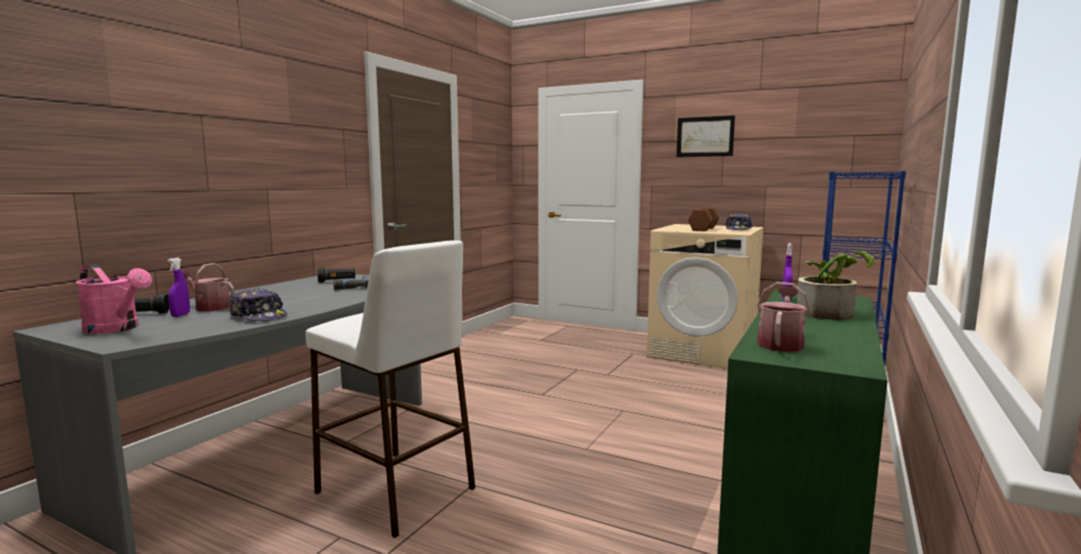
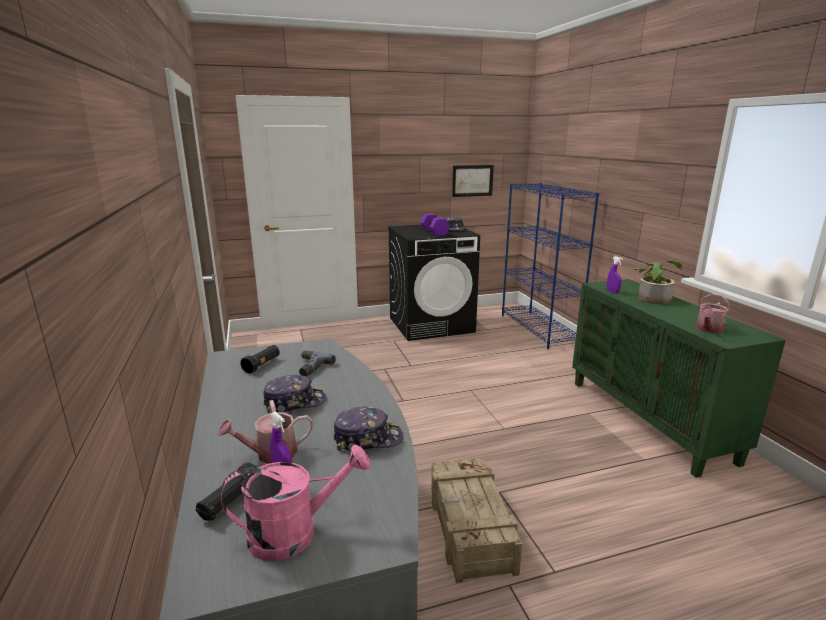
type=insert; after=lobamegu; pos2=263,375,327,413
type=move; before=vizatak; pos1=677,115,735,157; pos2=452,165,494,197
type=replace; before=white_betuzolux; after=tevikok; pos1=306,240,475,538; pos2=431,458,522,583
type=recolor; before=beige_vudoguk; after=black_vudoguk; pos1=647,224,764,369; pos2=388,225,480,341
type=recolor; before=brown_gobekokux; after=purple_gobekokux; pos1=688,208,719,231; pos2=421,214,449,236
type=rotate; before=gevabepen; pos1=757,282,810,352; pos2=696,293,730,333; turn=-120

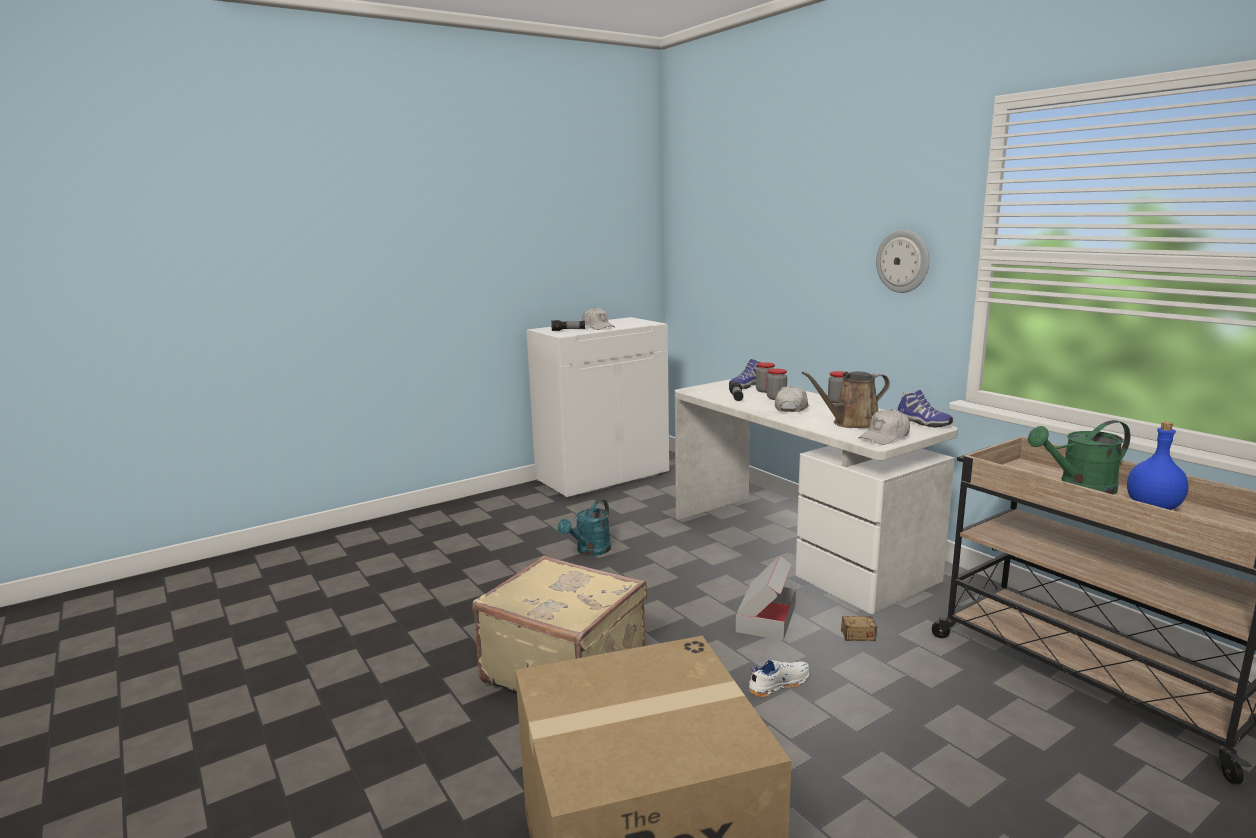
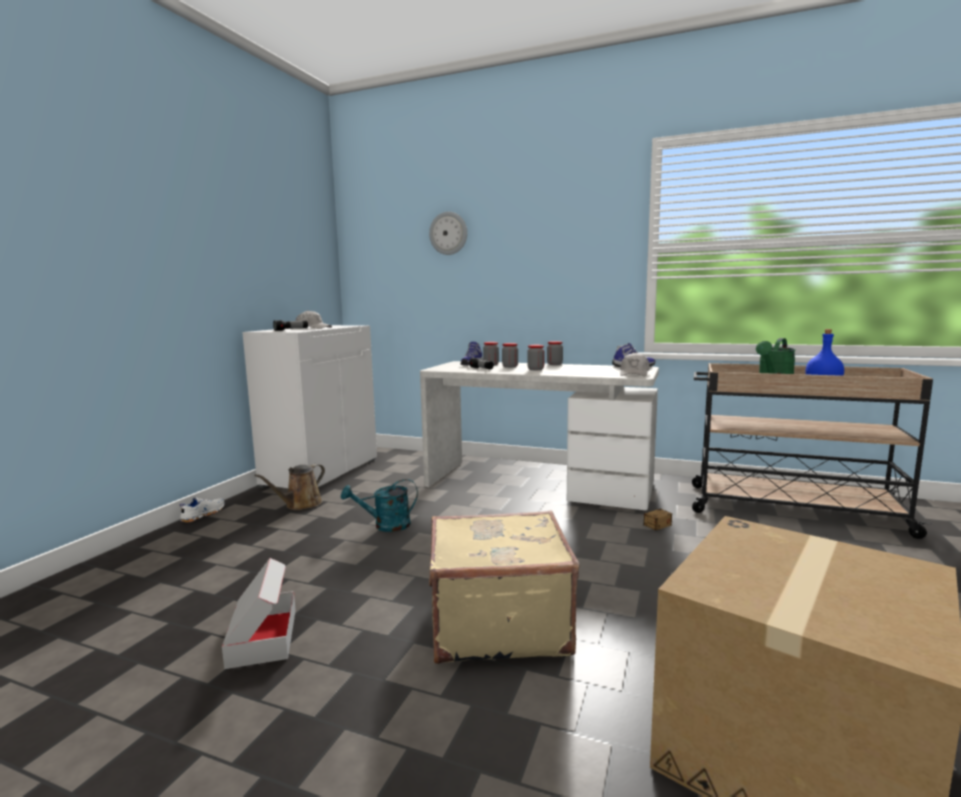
type=move; before=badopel; pos1=736,555,796,640; pos2=222,558,296,669
type=move; before=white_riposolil; pos1=748,659,810,697; pos2=180,497,225,522
type=move; before=brown_gevabepen; pos1=802,371,890,428; pos2=255,464,325,510
type=move; before=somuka; pos1=876,230,929,293; pos2=429,212,467,255
type=replace; before=white_lobamegu; after=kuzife; pos1=775,386,809,412; pos2=527,345,544,370
type=rotate; before=turquoise_gevabepen; pos1=558,499,611,556; pos2=341,479,418,532; turn=75

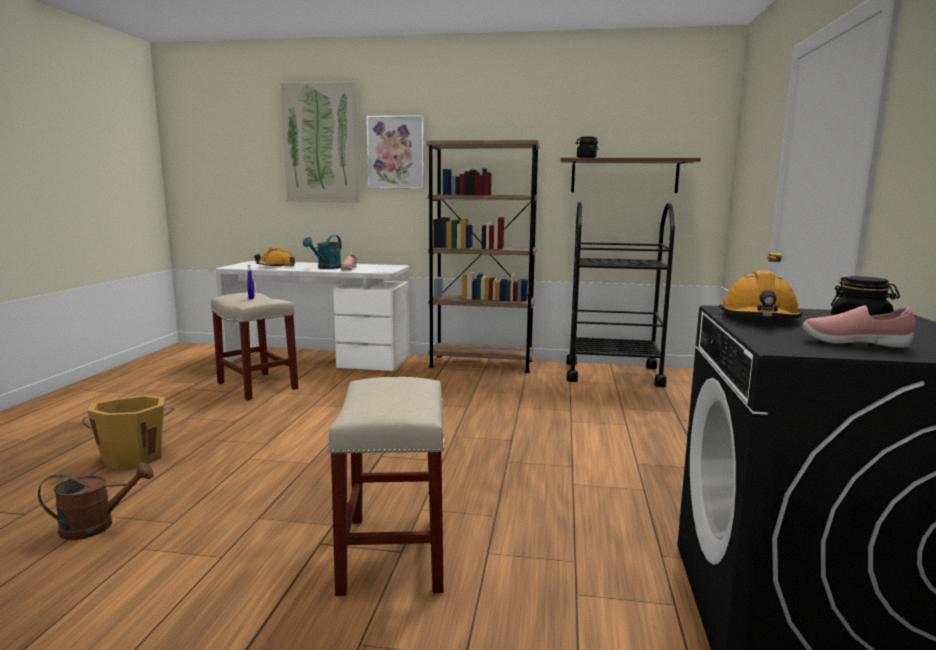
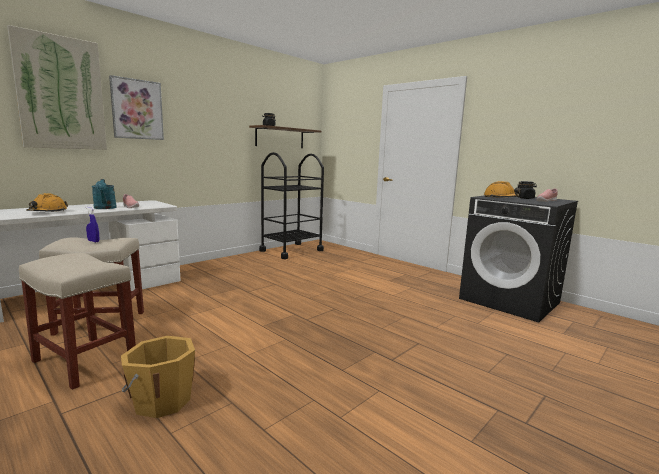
type=delete; before=brown_gevabepen; pos1=38,462,154,540
type=delete; before=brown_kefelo; pos1=426,140,540,373
type=move; before=beige_betuzolux; pos1=328,377,445,596; pos2=19,253,136,390

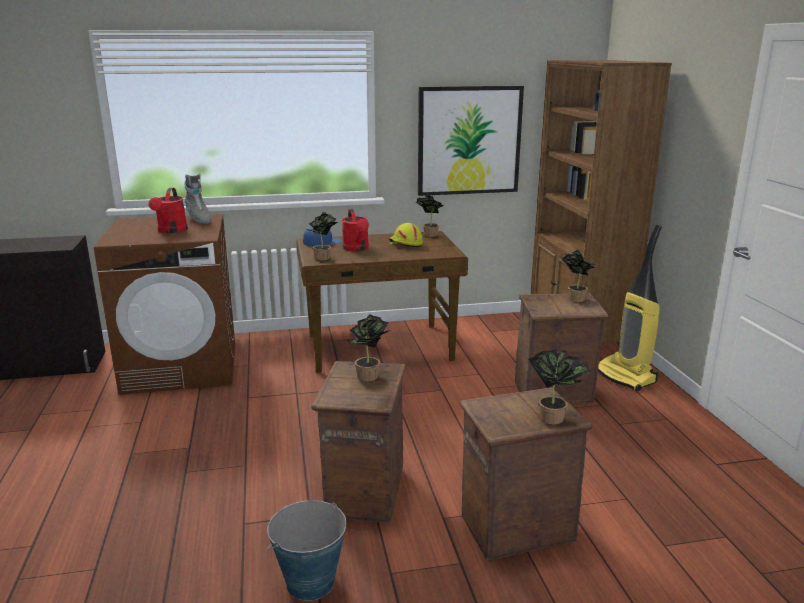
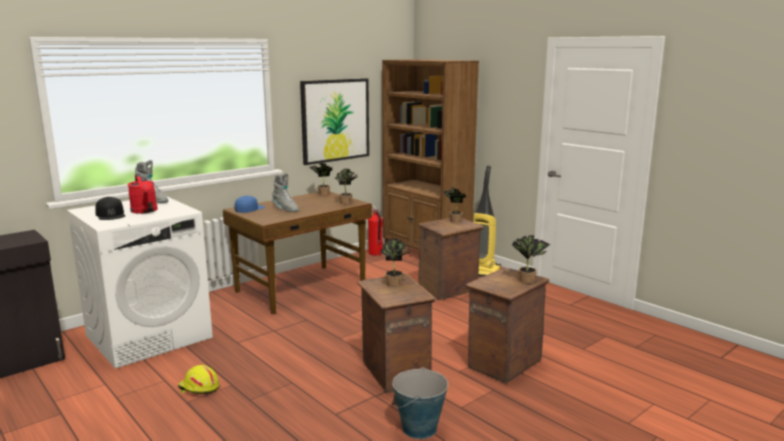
type=insert; after=black_lobamegu; pos2=95,197,125,220
type=insert; after=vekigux; pos2=368,205,383,256
type=move; before=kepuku; pos1=307,212,338,261; pos2=335,169,358,204
type=move; before=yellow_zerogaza; pos1=389,223,423,247; pos2=178,365,219,394
type=replace; before=red_gevabepen; after=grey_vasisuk; pos1=342,209,369,251; pos2=272,173,299,212
type=recolor; before=brown_vudoguk; after=white_vudoguk; pos1=94,214,235,395; pos2=67,197,213,369

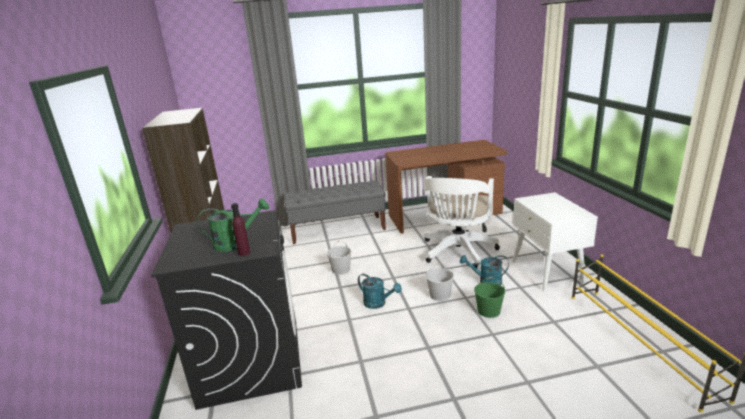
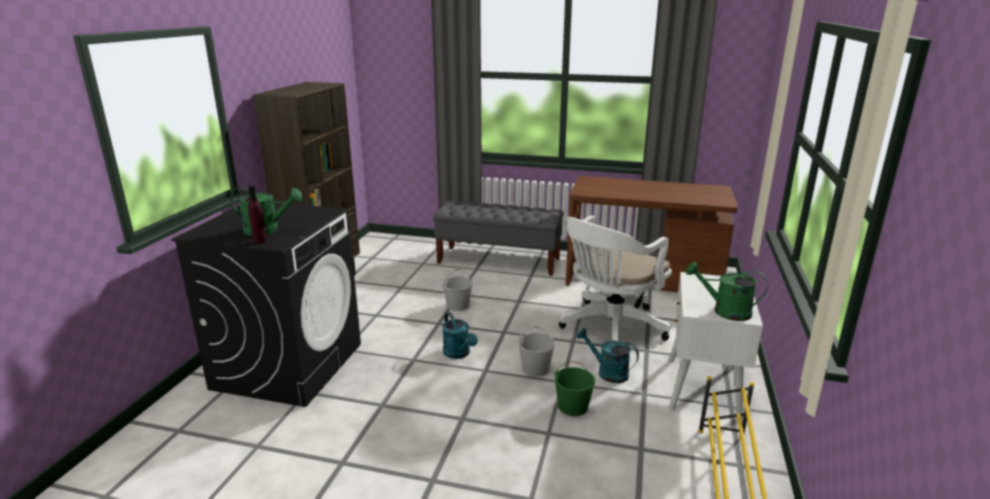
type=insert; after=green_gevabepen; pos2=686,262,768,321

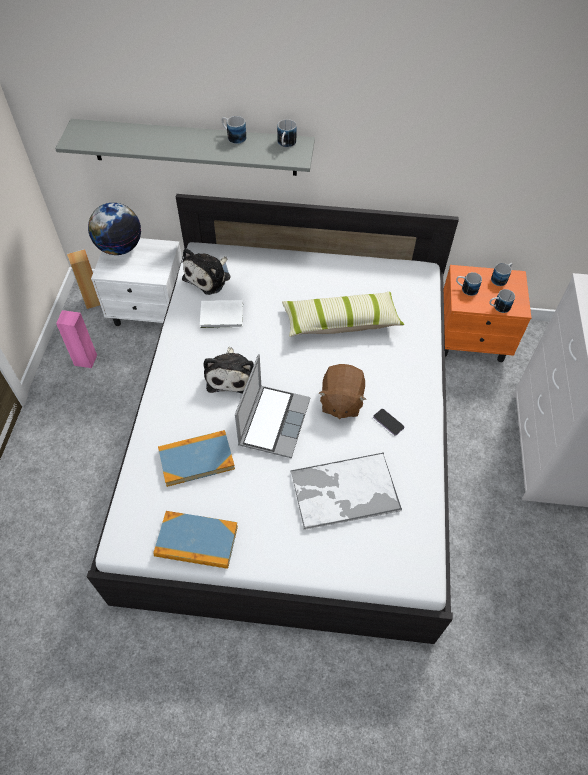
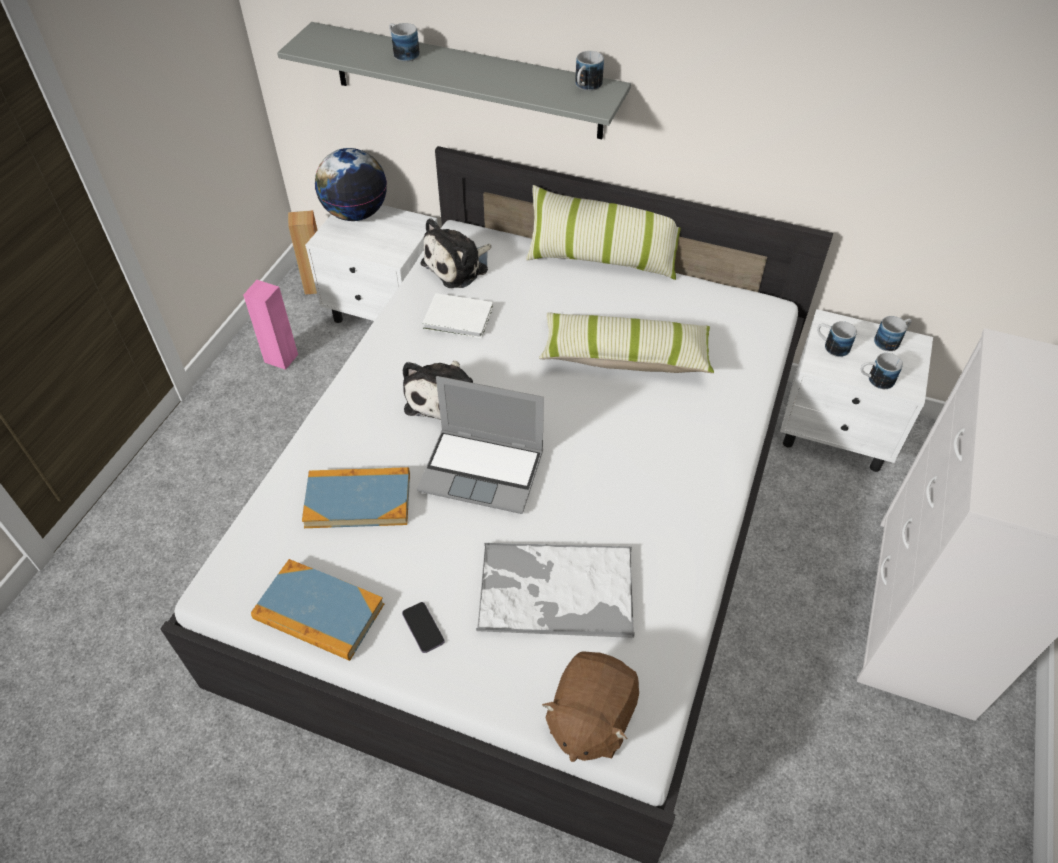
type=insert; after=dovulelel; pos2=526,185,681,280
type=move; before=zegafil; pos1=222,116,246,144; pos2=389,23,420,62
type=move; before=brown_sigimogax; pos1=318,364,366,419; pos2=542,651,639,762
type=move; before=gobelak; pos1=373,409,404,435; pos2=402,602,445,653
type=recolor; before=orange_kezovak; after=white_kezovak; pos1=444,265,531,362; pos2=780,309,933,472
type=rotate; before=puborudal; pos1=235,354,310,458; pos2=417,376,544,514; turn=75

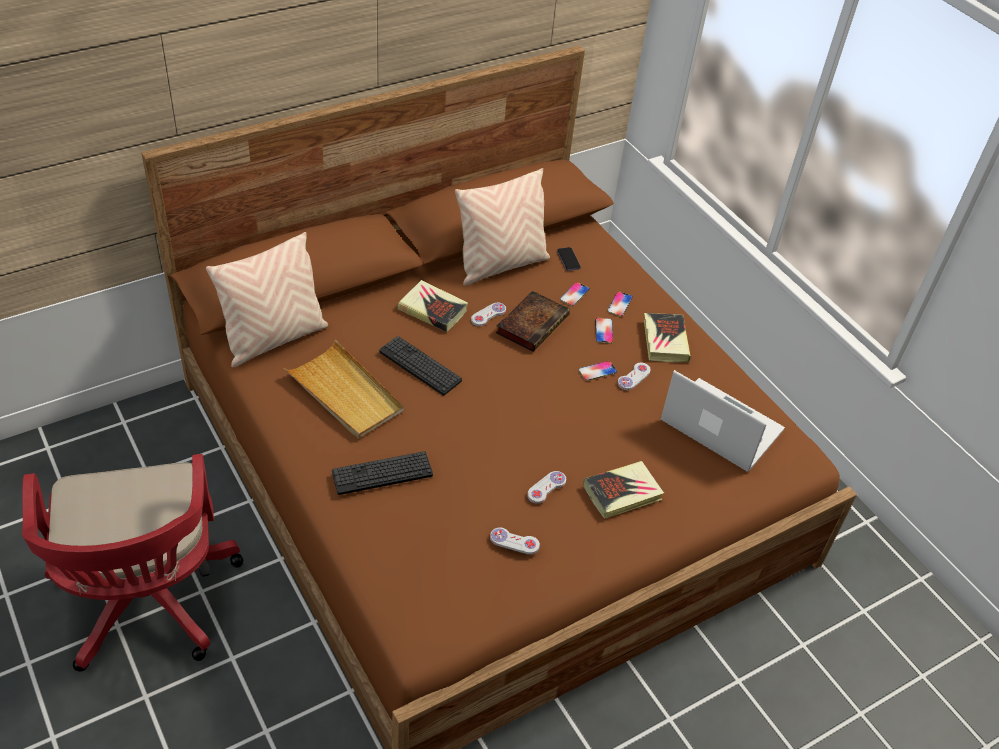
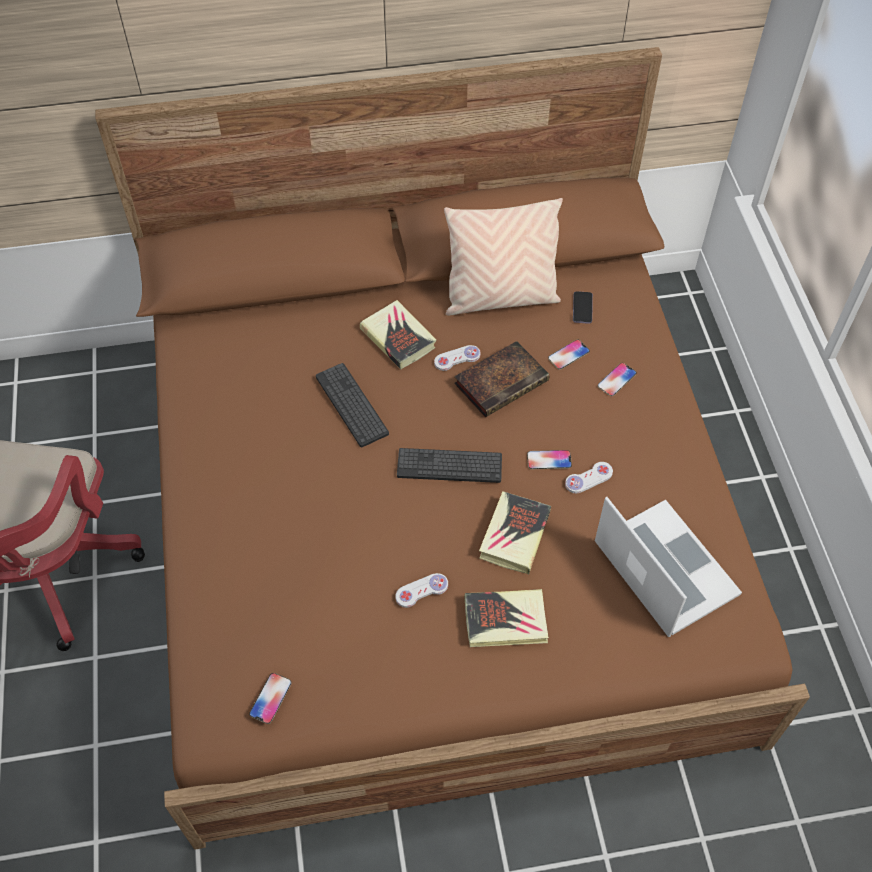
type=delete; before=beige_dovulelel; pos1=206,232,328,367
type=delete; before=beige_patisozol; pos1=284,340,404,439
type=delete; before=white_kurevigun; pos1=490,527,540,554
type=move; before=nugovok; pos1=332,451,433,495; pos2=397,448,502,483
type=move; before=gobelak; pos1=595,318,613,344; pos2=249,673,292,724
type=move; before=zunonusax; pos1=644,313,691,362; pos2=479,491,551,574

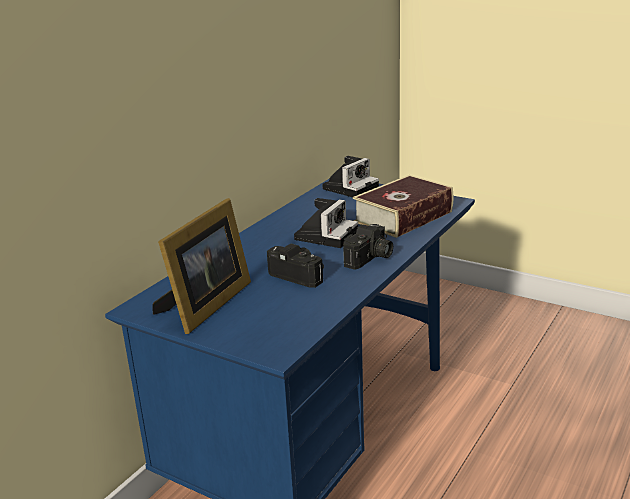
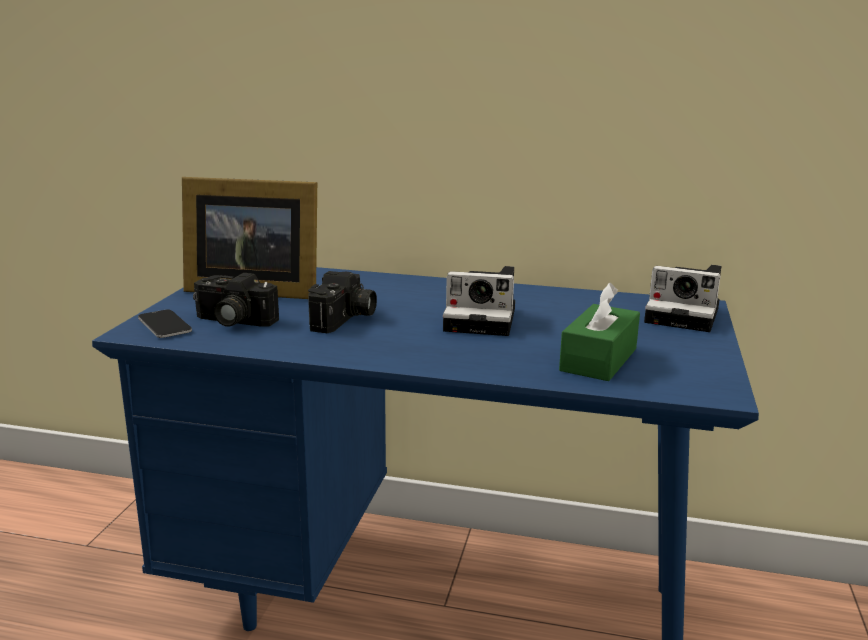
type=insert; after=gobelak; pos2=138,310,192,338
type=move; before=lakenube; pos1=343,224,393,270; pos2=193,273,279,327
type=replace; before=zunonusax; after=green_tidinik; pos1=353,175,453,238; pos2=559,283,640,381

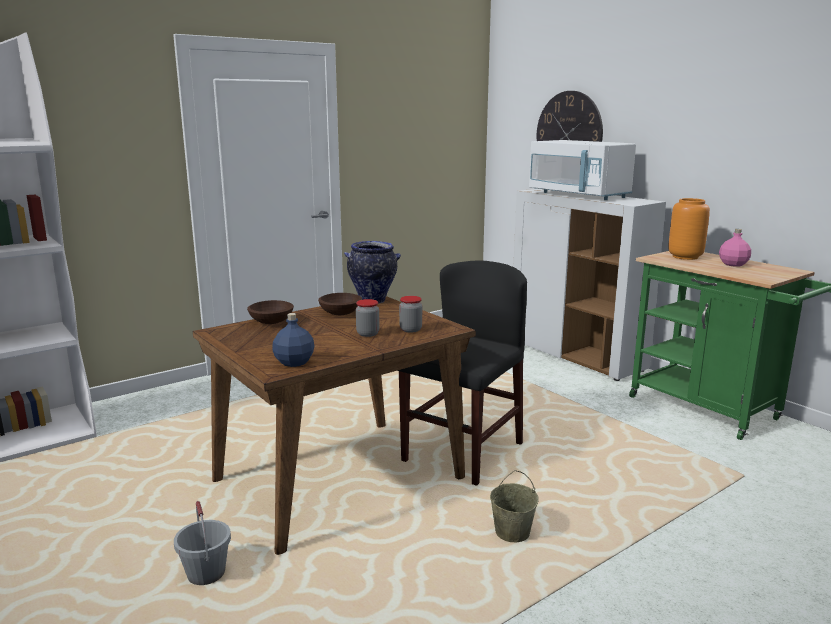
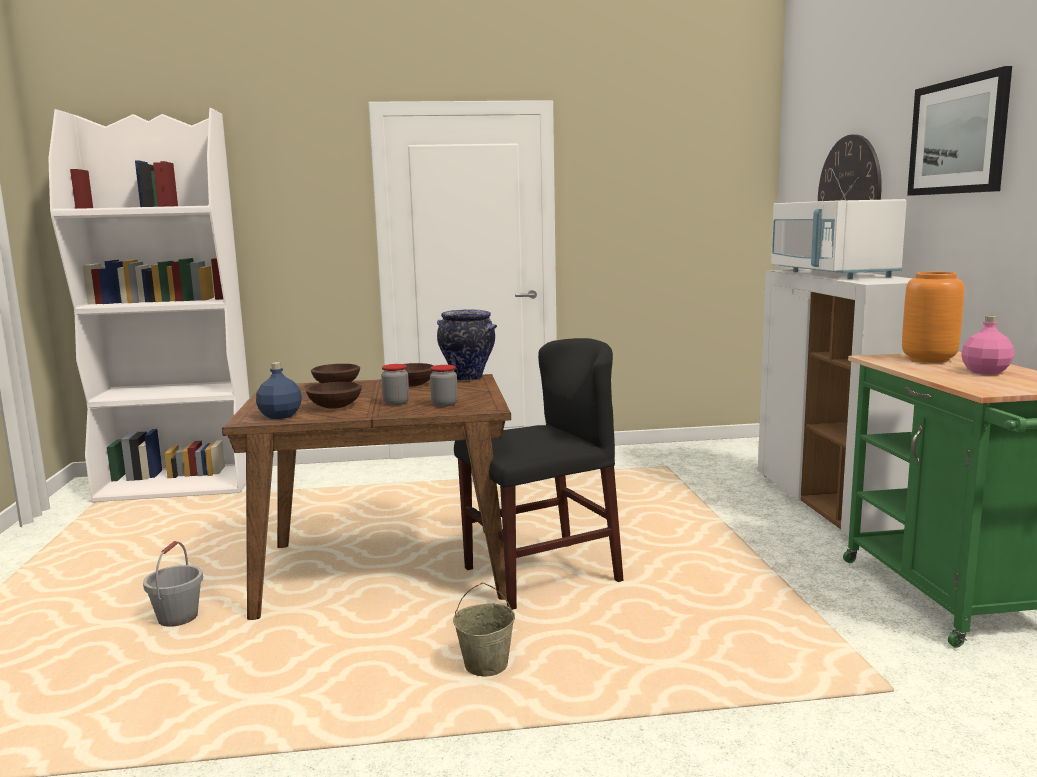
type=insert; after=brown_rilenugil; pos2=306,382,362,409
type=insert; after=vizatak; pos2=907,66,1012,196

